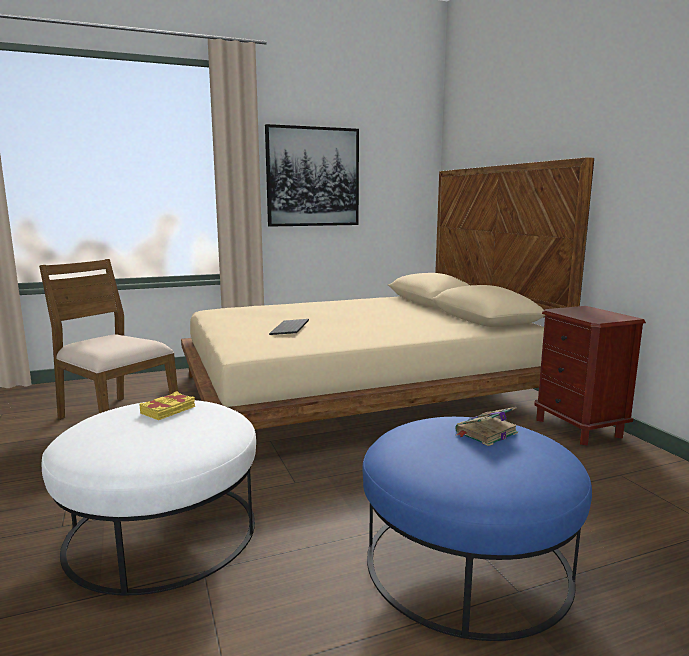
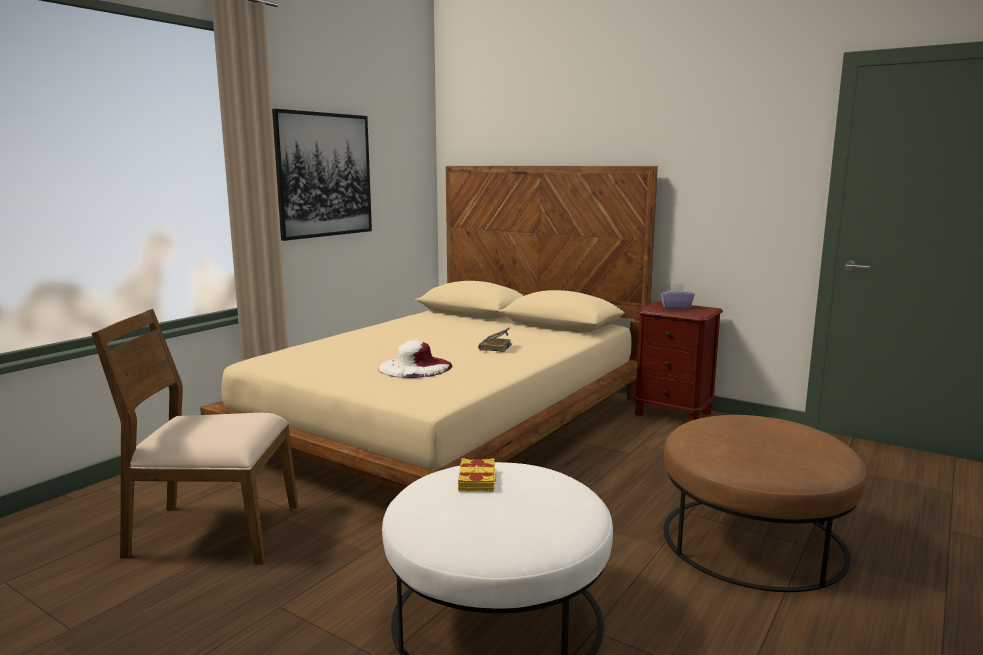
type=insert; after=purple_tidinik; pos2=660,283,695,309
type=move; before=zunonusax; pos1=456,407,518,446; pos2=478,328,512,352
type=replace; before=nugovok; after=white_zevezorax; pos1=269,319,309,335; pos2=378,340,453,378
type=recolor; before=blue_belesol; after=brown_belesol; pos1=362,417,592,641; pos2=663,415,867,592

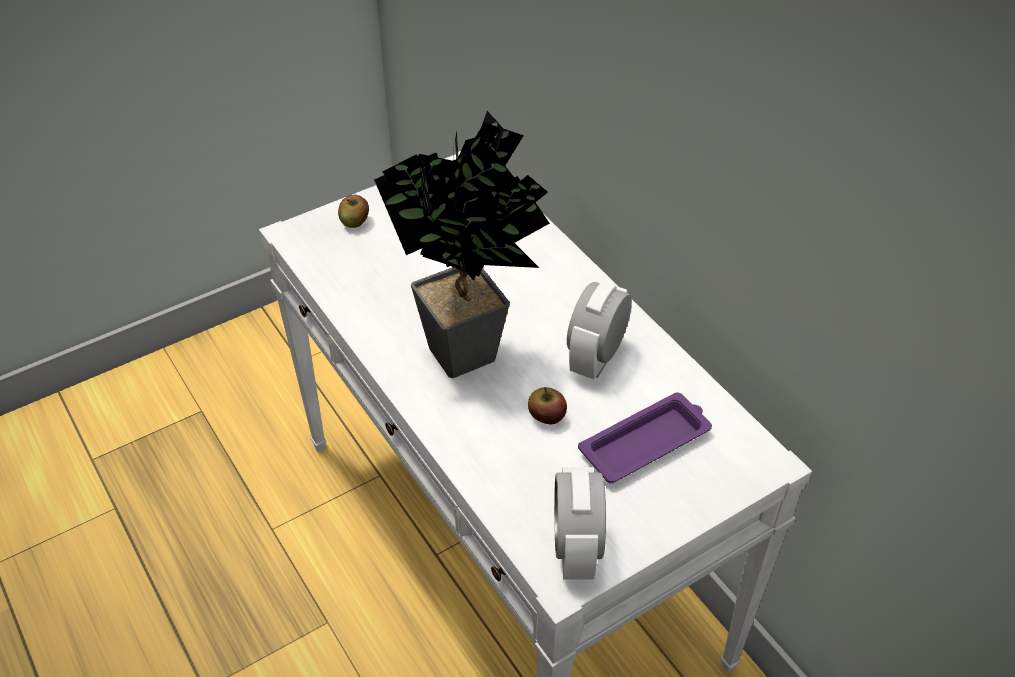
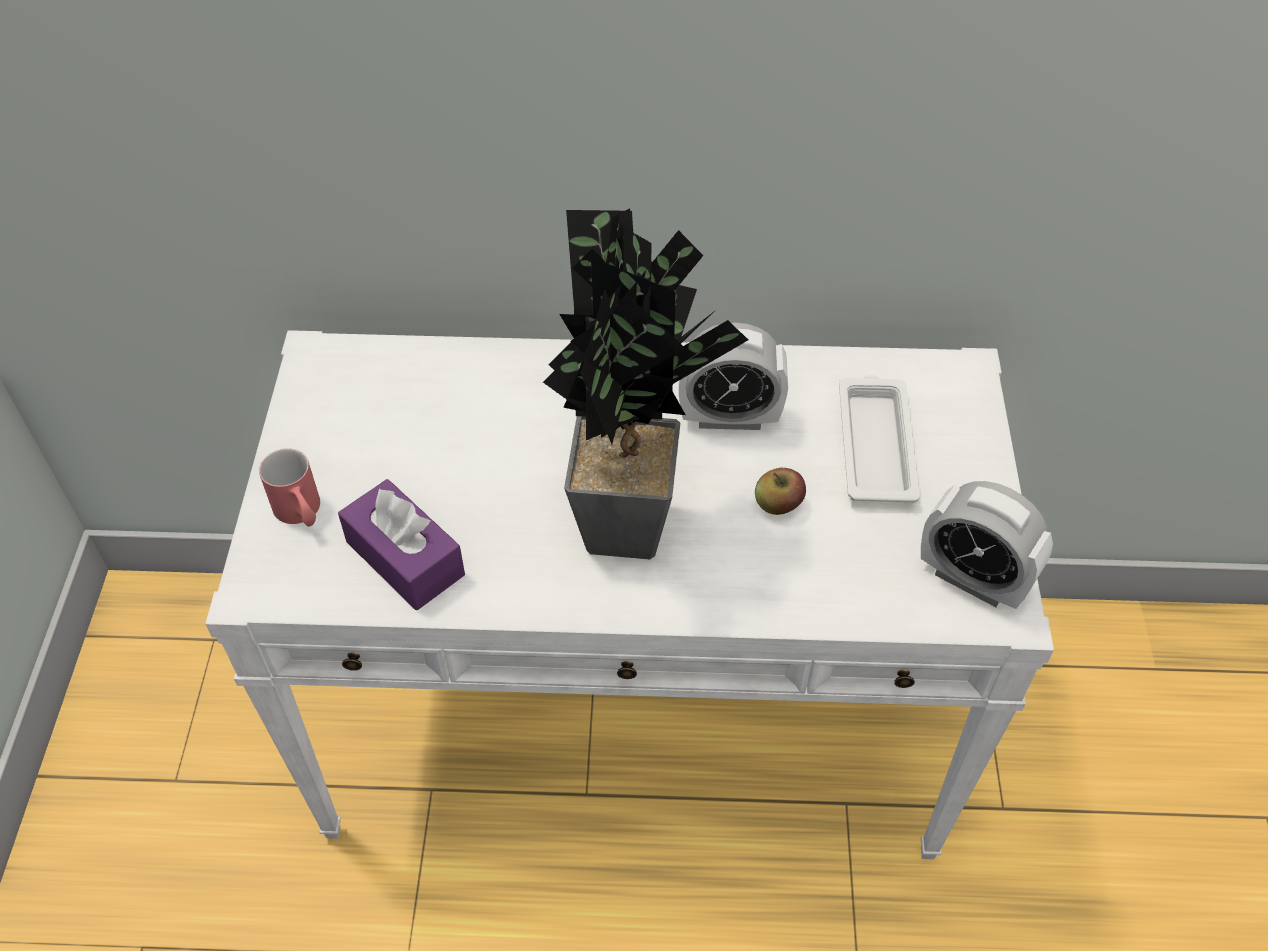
type=insert; after=purple_tidinik; pos2=338,479,465,610
type=replace; before=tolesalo; after=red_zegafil; pos1=338,195,369,228; pos2=259,448,320,527
type=recolor; before=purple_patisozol; after=white_patisozol; pos1=578,393,712,483; pos2=839,375,920,502
type=rotate; before=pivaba; pos1=567,281,632,379; pos2=679,323,788,430; turn=-60

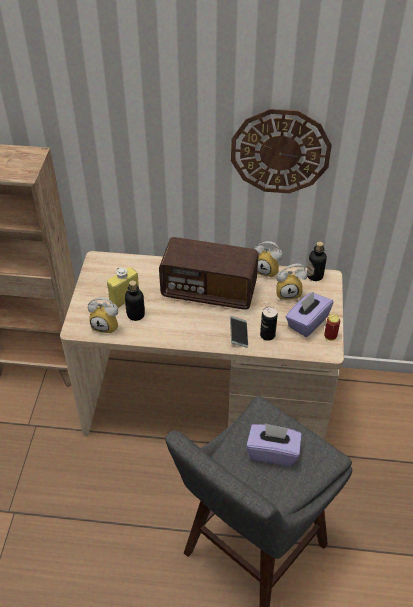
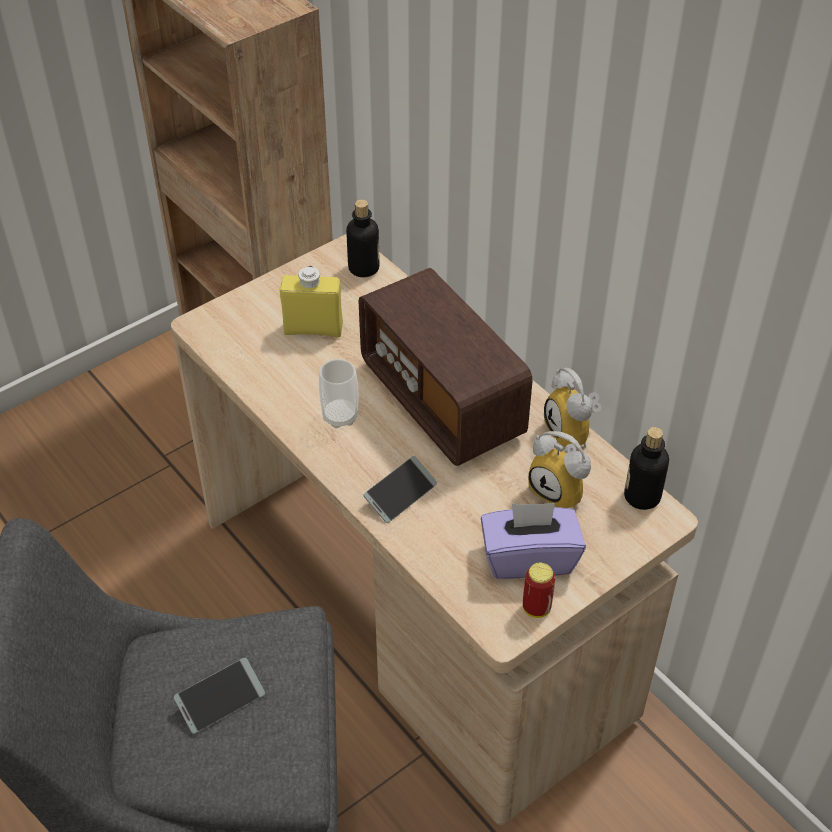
type=delete; before=pivaba; pos1=88,297,118,334
type=delete; before=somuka; pos1=231,109,332,193
type=delete; before=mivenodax; pos1=260,306,278,341
type=insert; after=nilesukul; pos2=319,359,359,428
type=move; before=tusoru; pos1=125,280,145,321; pos2=346,199,380,277
type=replace; before=purple_tidinik; after=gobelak; pos1=246,423,302,466; pos2=174,658,265,734

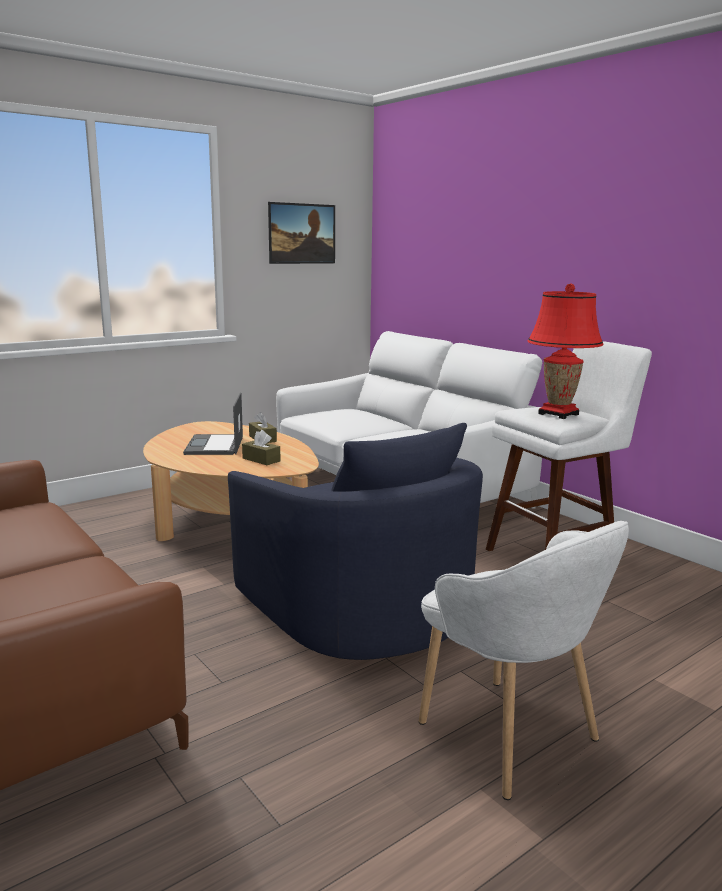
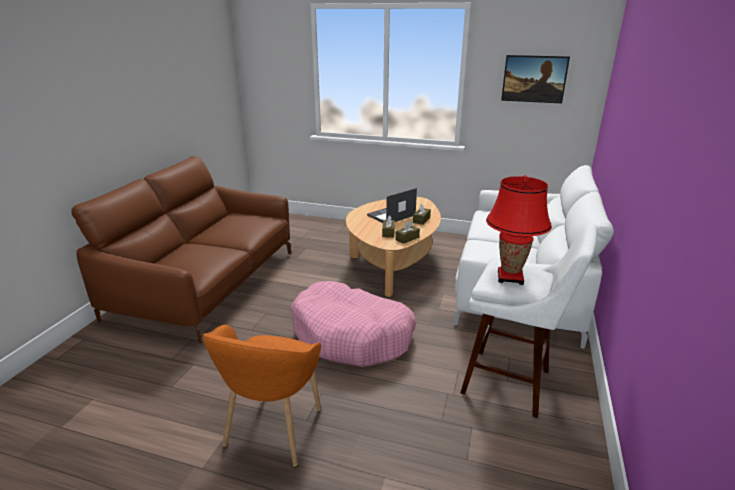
type=insert; after=brown_tidinik; pos2=395,221,420,244
type=replace; before=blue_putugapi; after=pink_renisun; pos1=228,423,483,660; pos2=291,281,416,367
type=recolor; before=white_putugapi; after=orange_putugapi; pos1=419,521,629,800; pos2=203,324,321,468

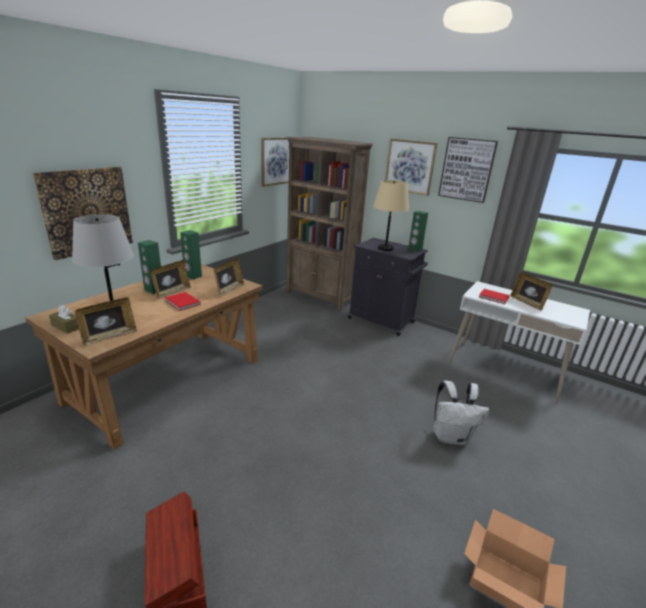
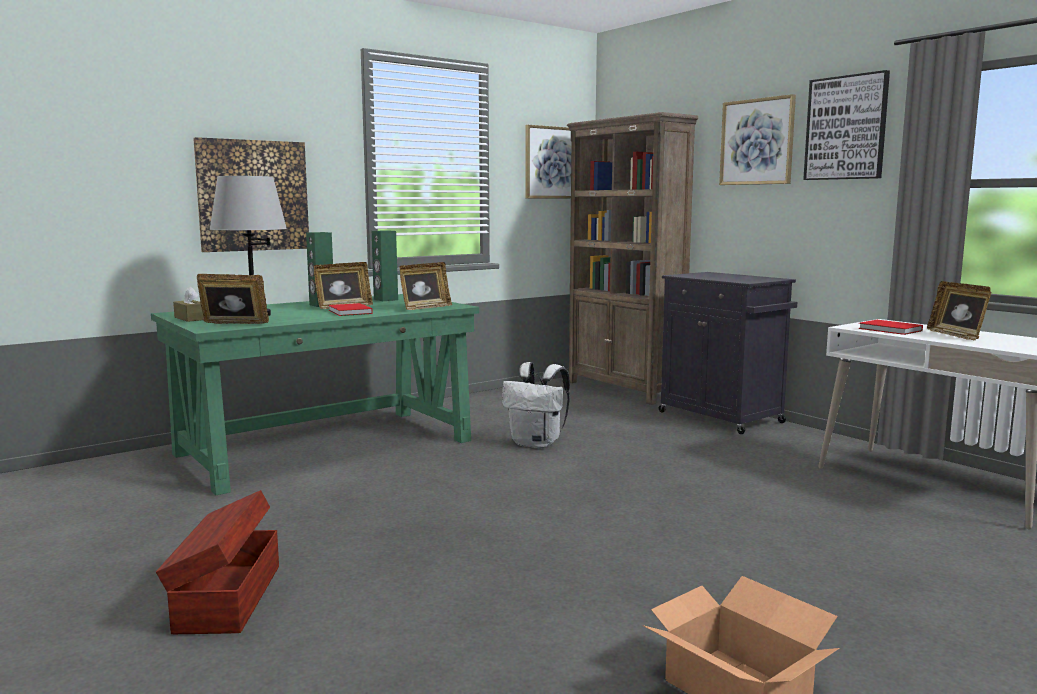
type=delete; before=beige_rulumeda; pos1=373,180,409,251
type=delete; before=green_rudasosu; pos1=408,211,428,252
type=move; before=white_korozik; pos1=433,381,489,445; pos2=502,362,570,448
type=recolor; before=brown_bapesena; after=green_bapesena; pos1=25,264,263,450; pos2=151,294,479,495
type=rotate; before=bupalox; pos1=75,297,137,346; pos2=197,274,269,324; turn=-150

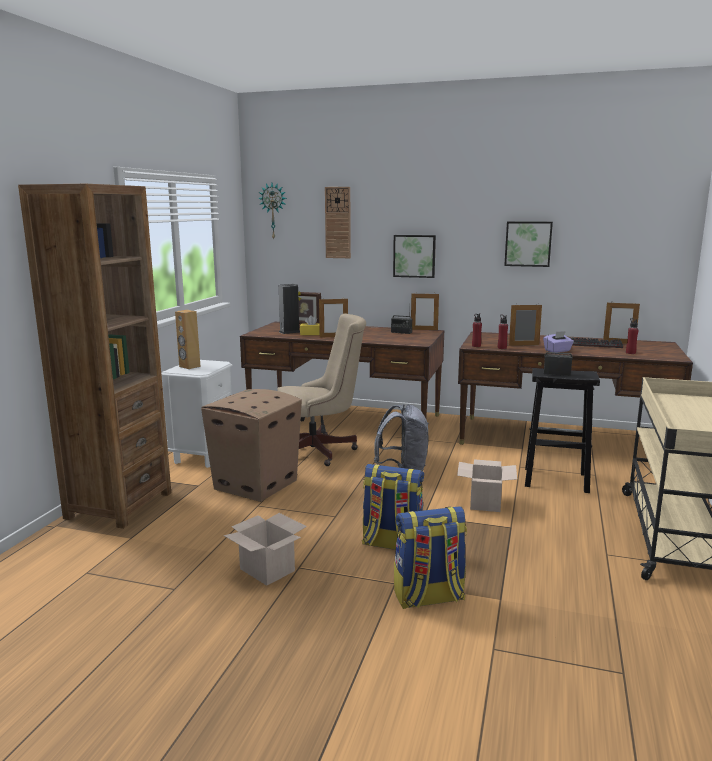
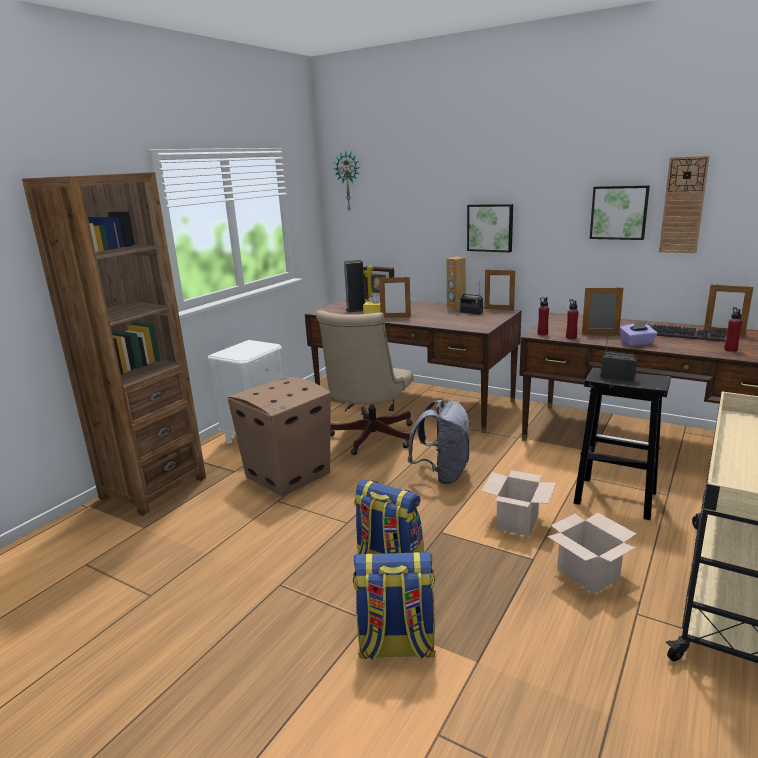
type=move; before=brown_rudasosu; pos1=175,310,201,369; pos2=447,257,466,310
type=move; before=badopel; pos1=224,513,307,586; pos2=547,513,636,594
type=move; before=somuka; pos1=325,187,351,258; pos2=659,156,710,253
type=rotate; before=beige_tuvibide; pos1=277,314,366,466; pos2=316,310,413,455; turn=105

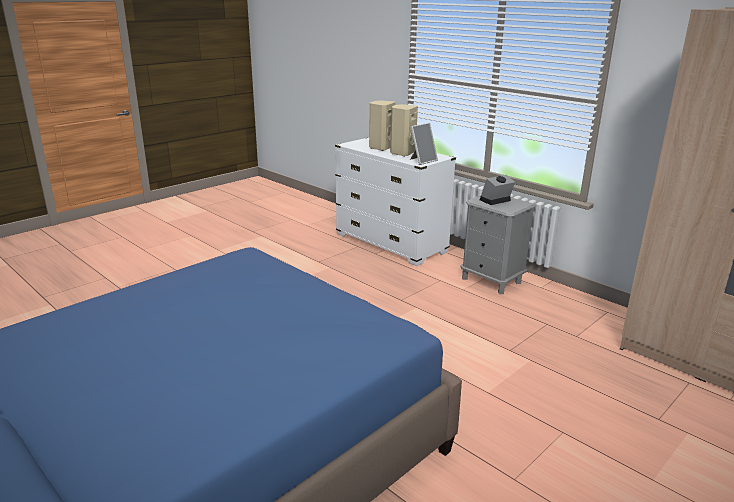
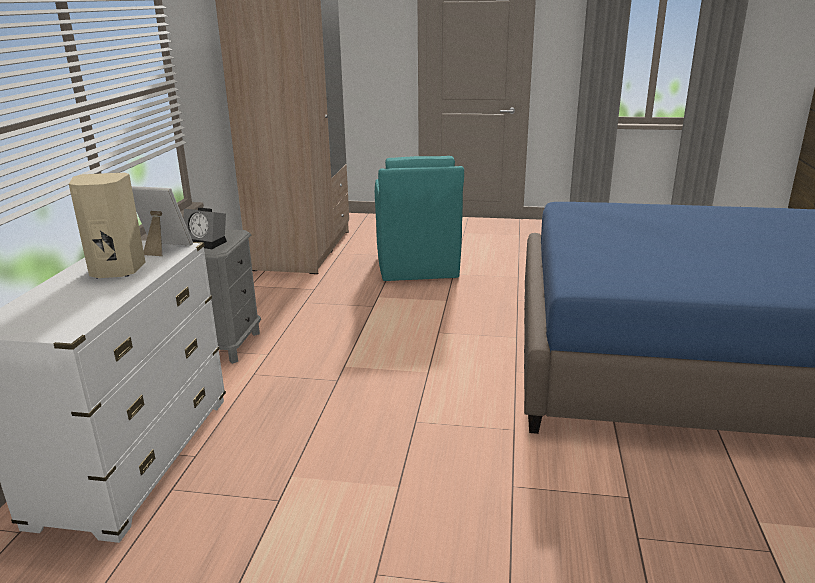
type=delete; before=beige_rudasosu; pos1=369,100,396,151
type=insert; after=turquoise_putugapi; pos2=375,156,464,281

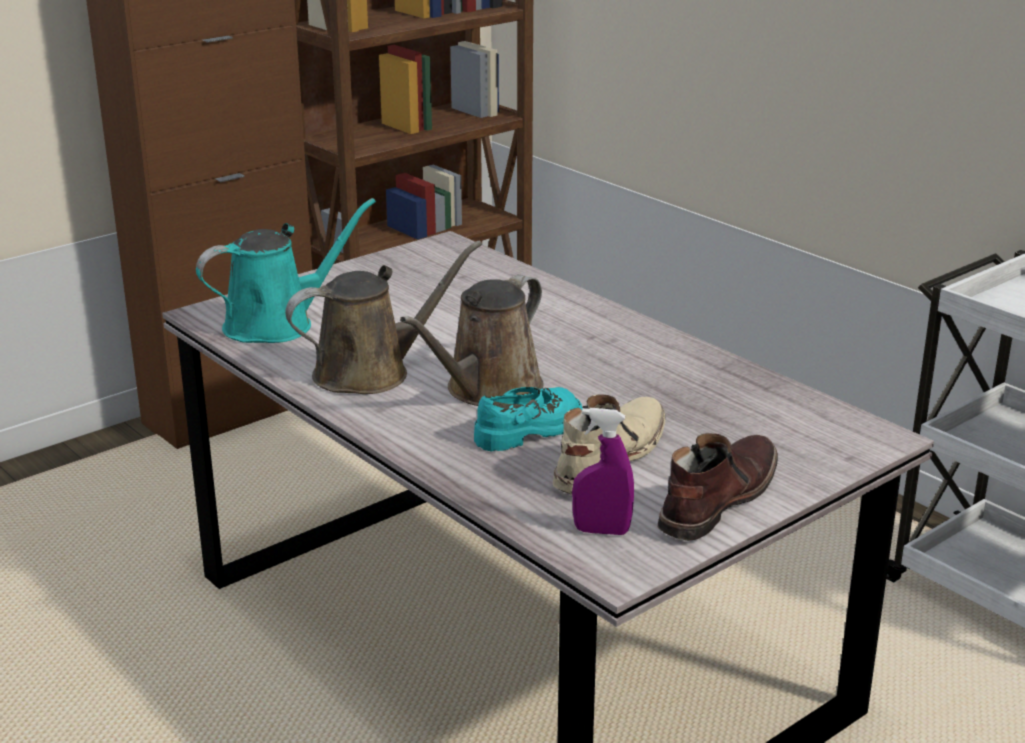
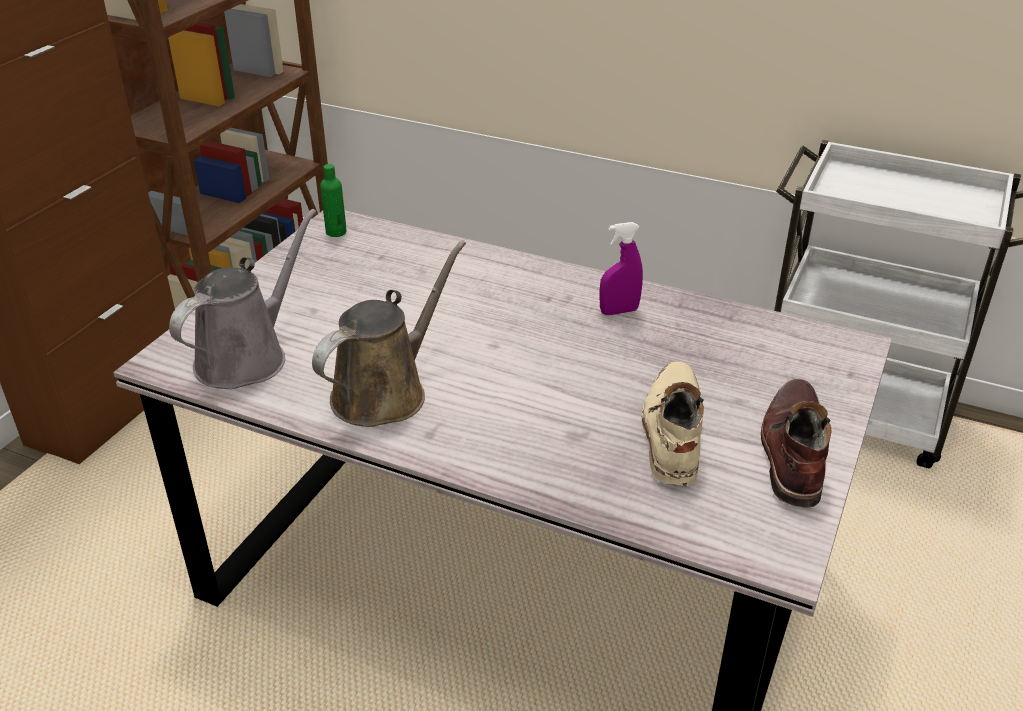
type=delete; before=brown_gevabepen; pos1=400,275,543,406
type=delete; before=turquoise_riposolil; pos1=474,387,582,452
type=insert; after=green_tusoru; pos2=320,164,347,237
type=move; before=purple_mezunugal; pos1=572,408,634,535; pos2=599,222,643,315
type=recolor; before=turquoise_gevabepen; after=grey_gevabepen; pos1=196,198,376,343; pos2=169,209,316,389

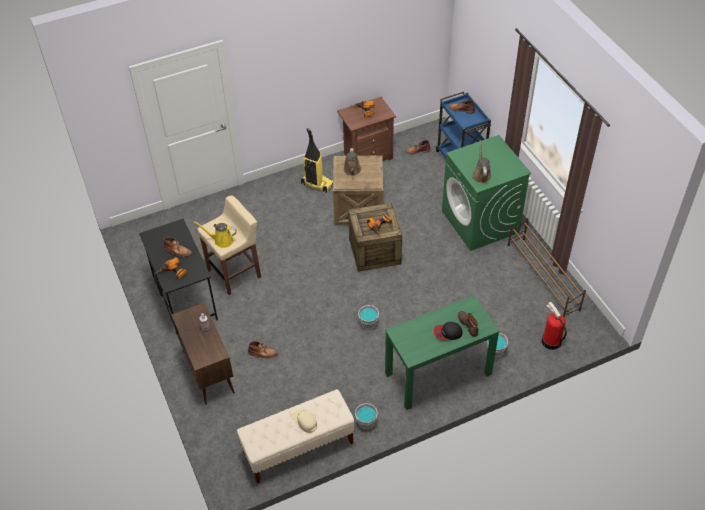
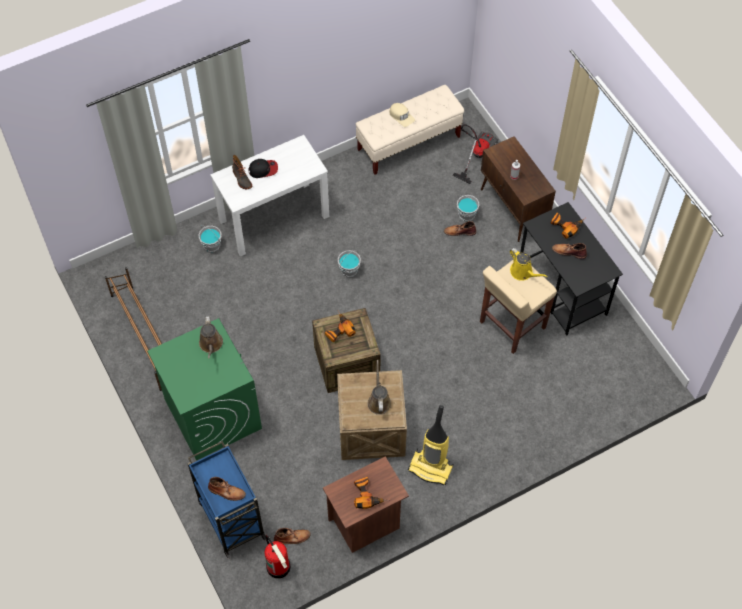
type=insert; after=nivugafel; pos2=453,124,498,184
type=move; before=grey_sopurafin; pos1=355,403,378,430; pos2=457,195,479,221
type=move; before=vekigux; pos1=542,302,567,350; pos2=264,535,290,579
type=recolor; before=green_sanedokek; after=white_sanedokek; pos1=385,295,500,410; pos2=210,135,329,256
type=rotate; before=yellow_gevabepen; pos1=194,221,237,248; pos2=510,248,548,281; turn=45

